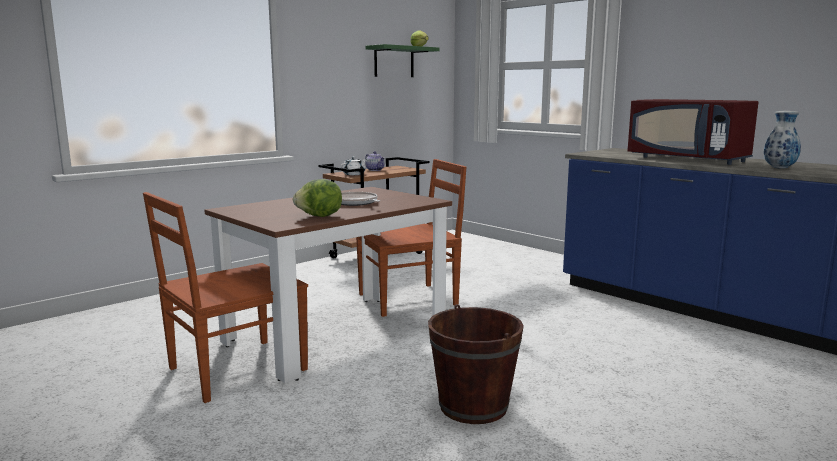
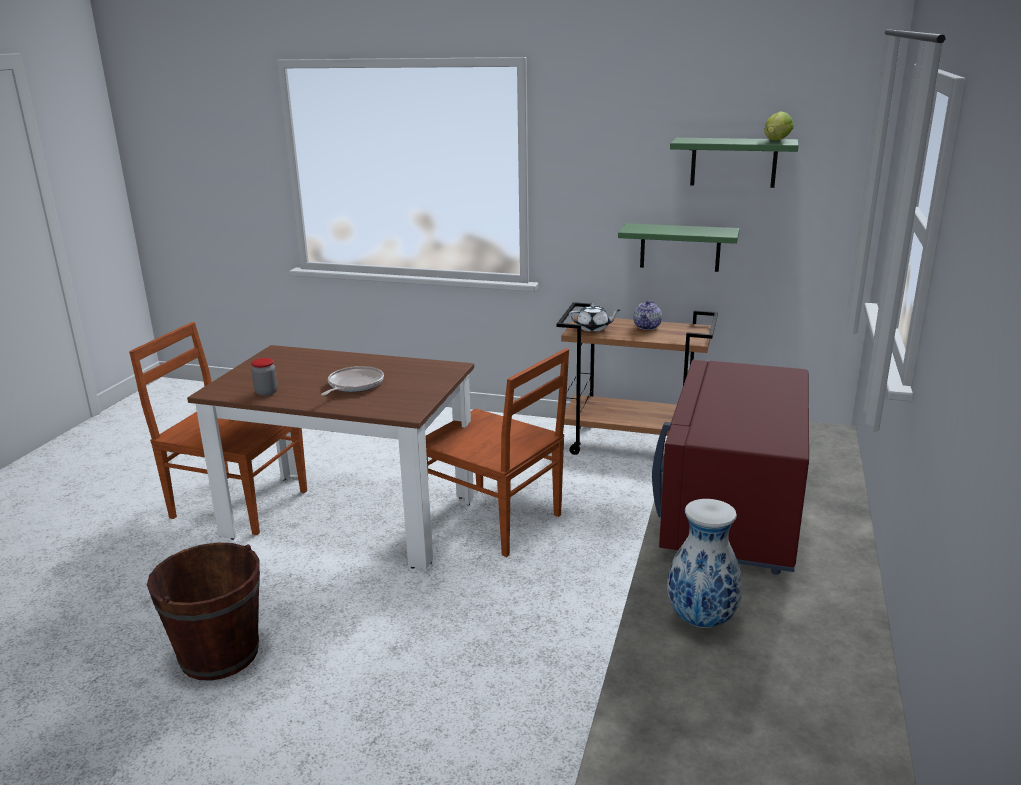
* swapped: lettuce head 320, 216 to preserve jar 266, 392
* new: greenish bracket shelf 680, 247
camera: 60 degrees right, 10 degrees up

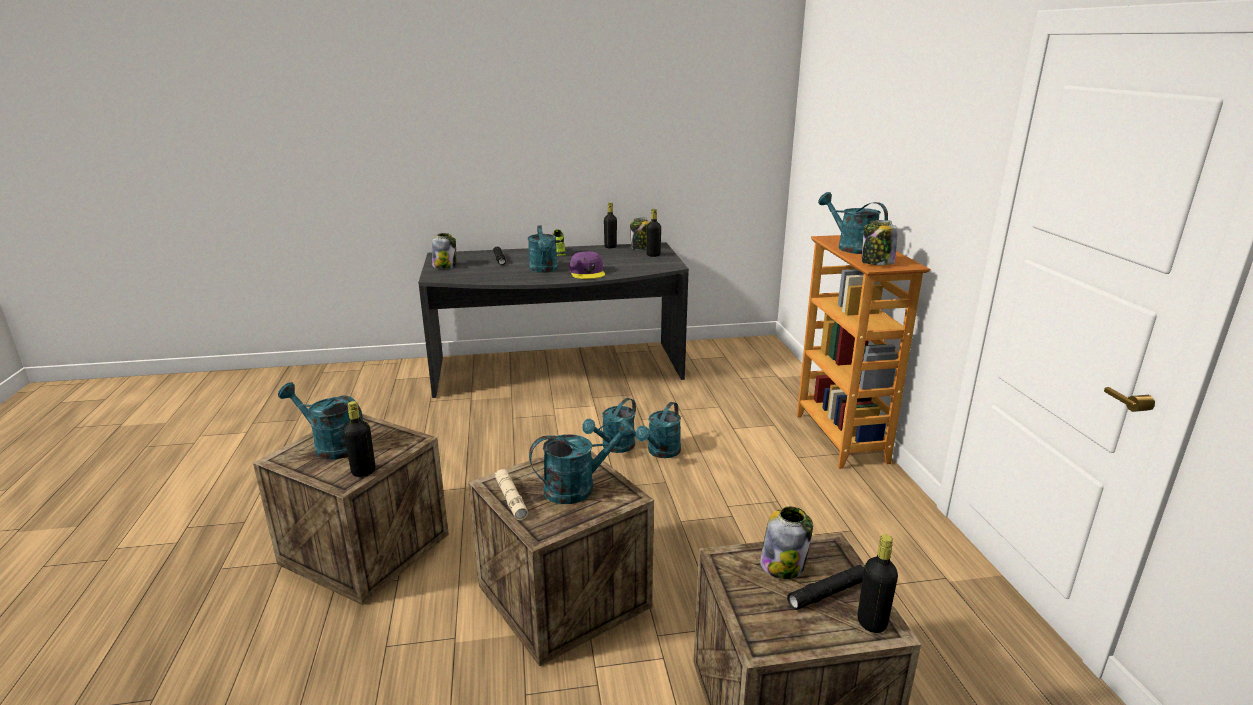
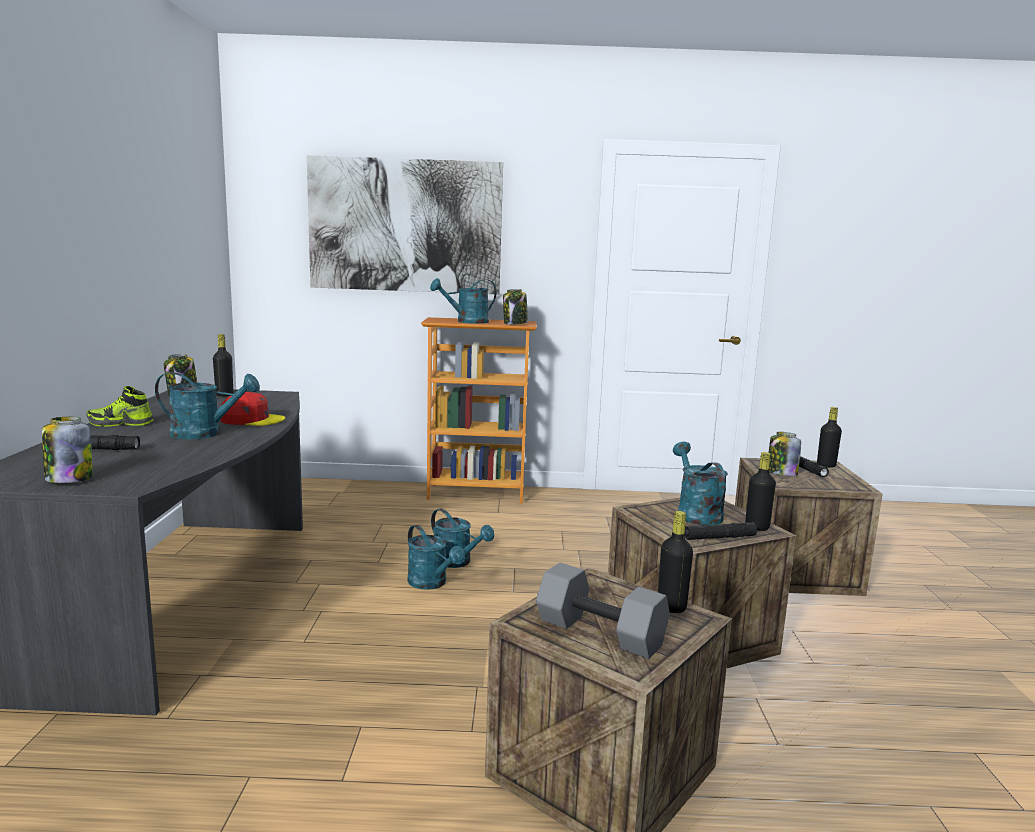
* swapped: turquoise-coloured sprinkling can 331, 446 to gray hand weight 602, 632
* repainted: beige-coloured hand torch 511, 499 to black-coloured hand torch 718, 537
* repainted: purple-coloured cap 587, 272 to red cap 252, 419
* shifted: black-coloured drink bottle 610, 247 to 757, 527
* new: wall picture 405, 226
camera: 80 degrees left, 10 degrees down

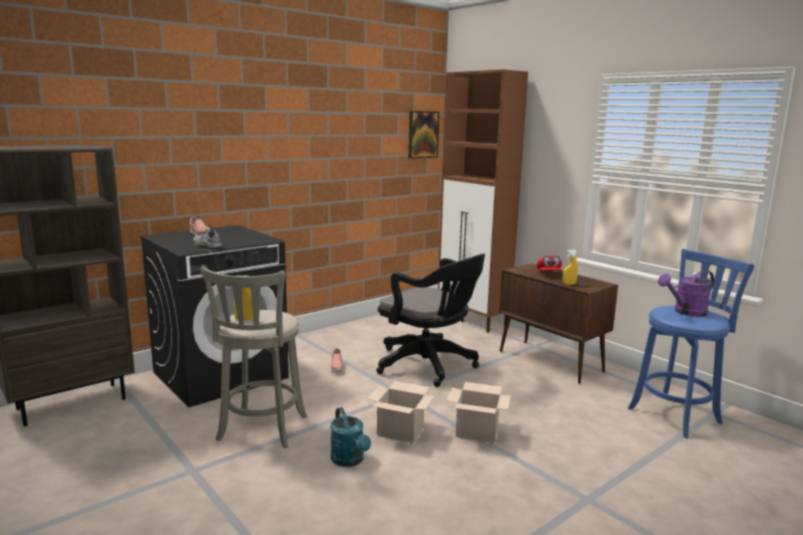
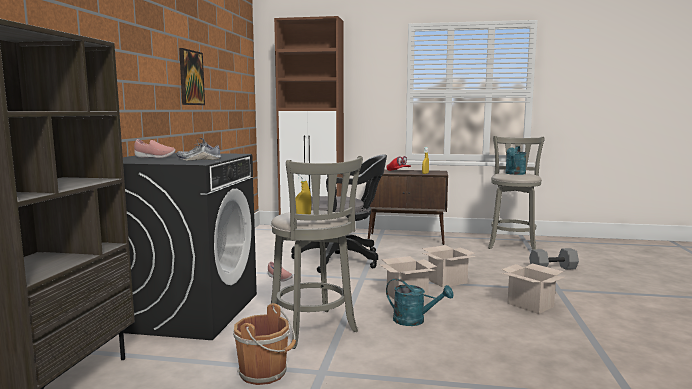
* shifted: wall picture 423, 134 to 191, 78
* repainted: blue-coloured stool 677, 414 to gray stool 512, 245
* repainted: purple-coloured sprinkling can 686, 312 to turquoise-coloured sprinkling can 514, 174
* new: brown-coloured water bucket 265, 373
* new: packing box 531, 305
* new: gray hand weight 553, 268
camera: 40 degrees left, 5 degrees down

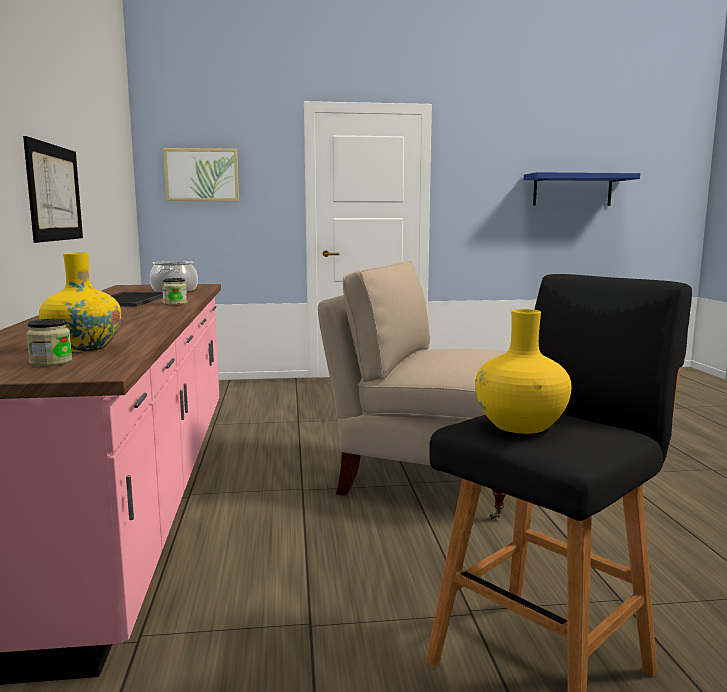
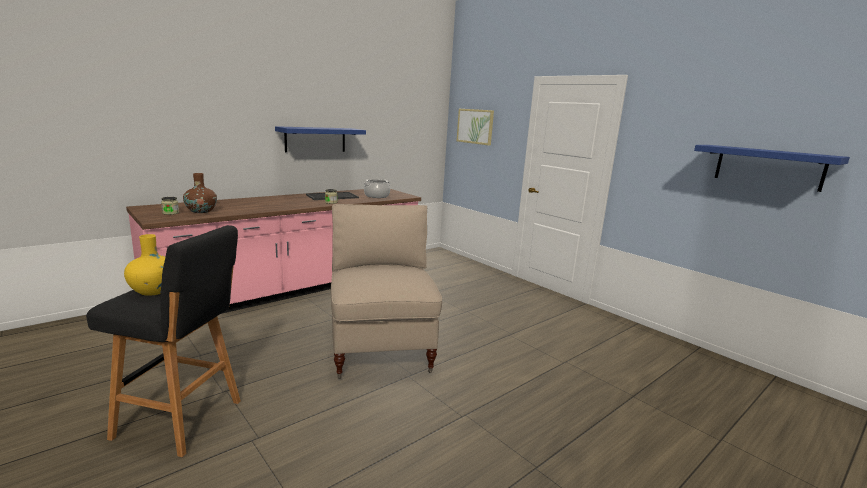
* swapped: wall picture 55, 193 to blue-coloured bracket shelf 315, 139
* repainted: yellowish decorative vase 84, 347 to brown-coloured decorative vase 201, 211
camera: 55 degrees right, 5 degrees up

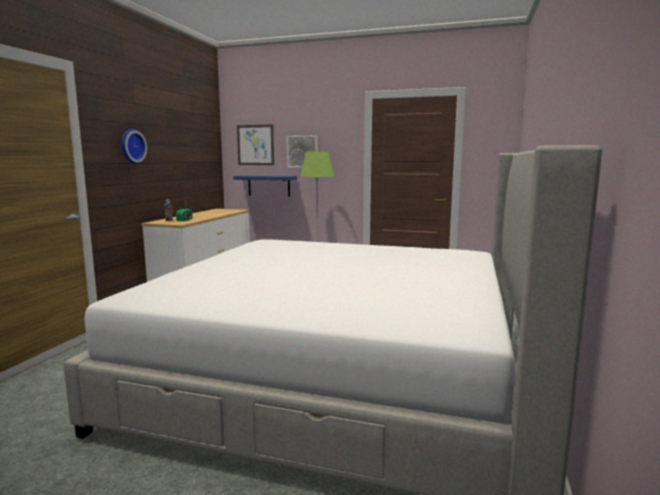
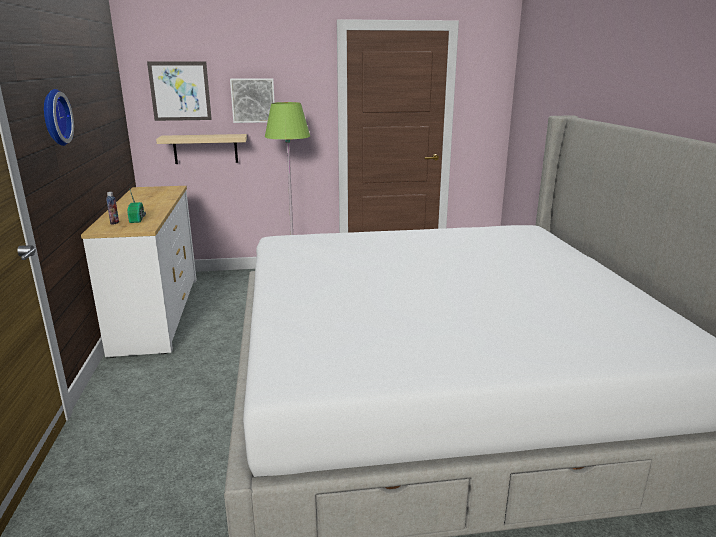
* repainted: blue-coloured bracket shelf 269, 186 to beige-coloured bracket shelf 205, 149
camera: 25 degrees left, 10 degrees up

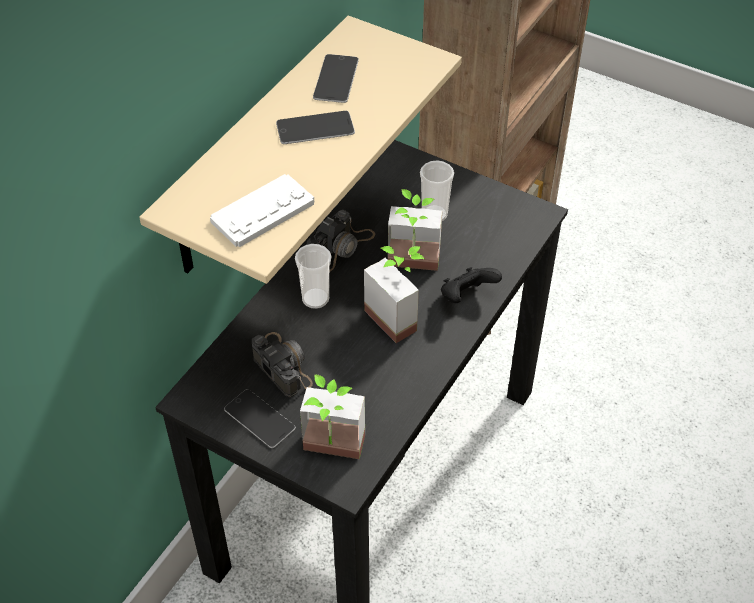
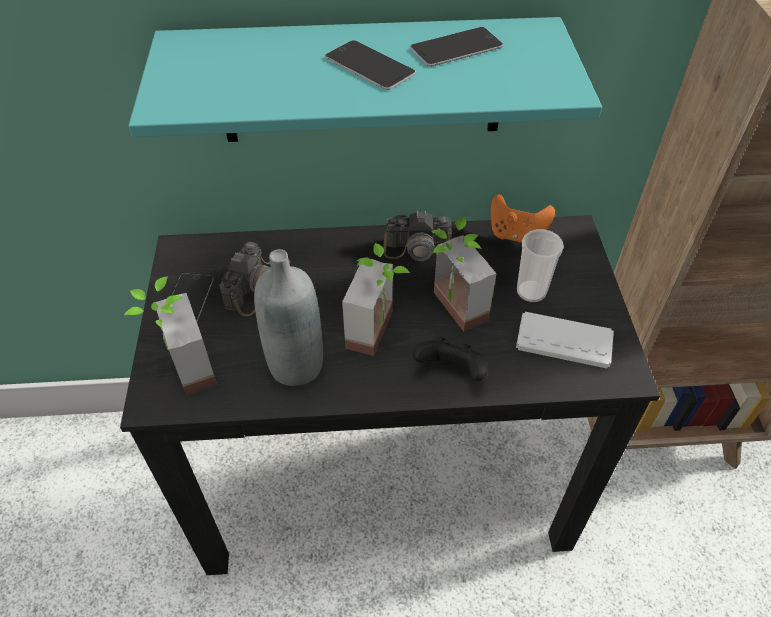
* repainted: beige-coloured bracket shelf 257, 150 to turquoise-coloured bracket shelf 362, 82
* shifted: white-coloured gamepad 263, 212 to 564, 341
* gone: small cup 315, 299
* new: gray drink bottle 296, 365
* new: orangey gamepad 516, 235
camera: 55 degrees right, 0 degrees up

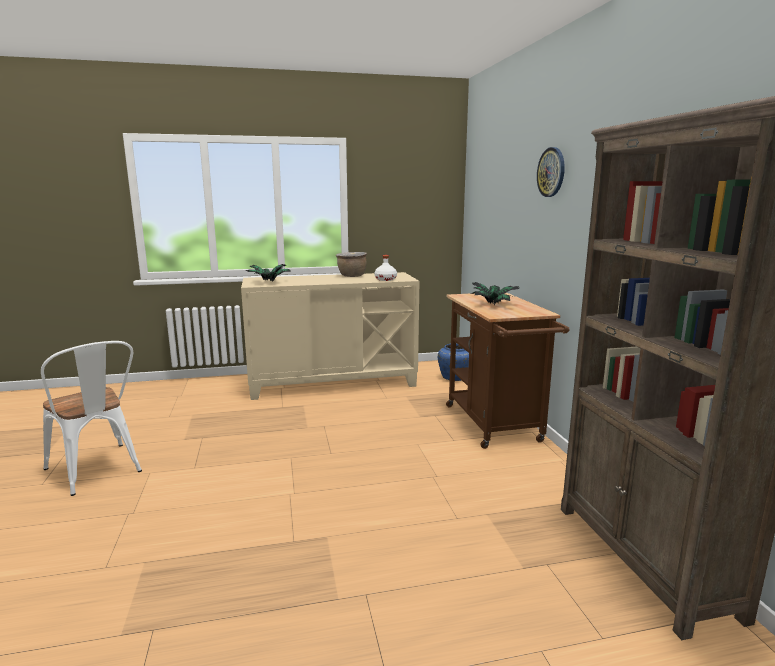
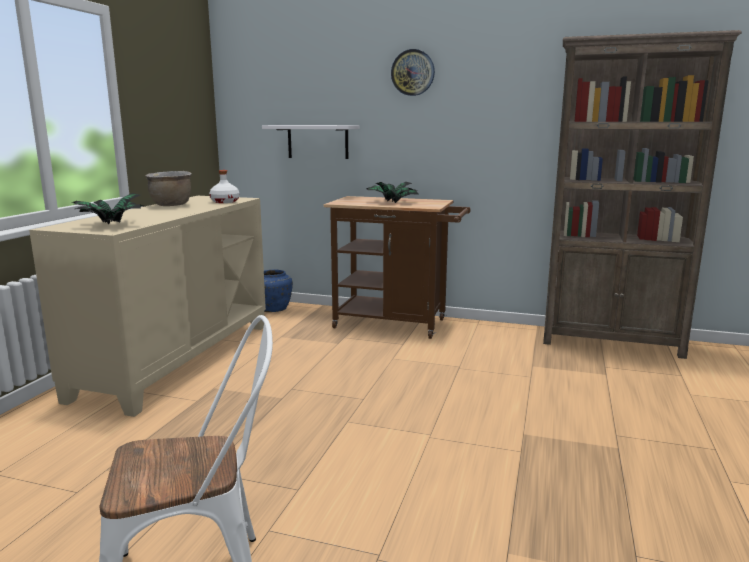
* new: white-coloured bracket shelf 318, 141
camera: 60 degrees left, 0 degrees up

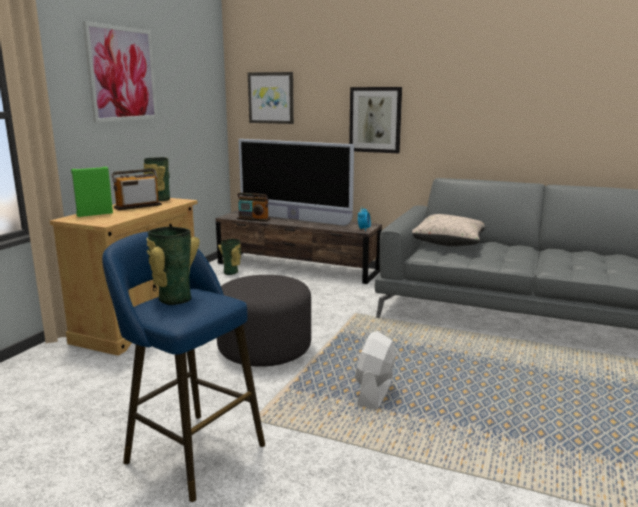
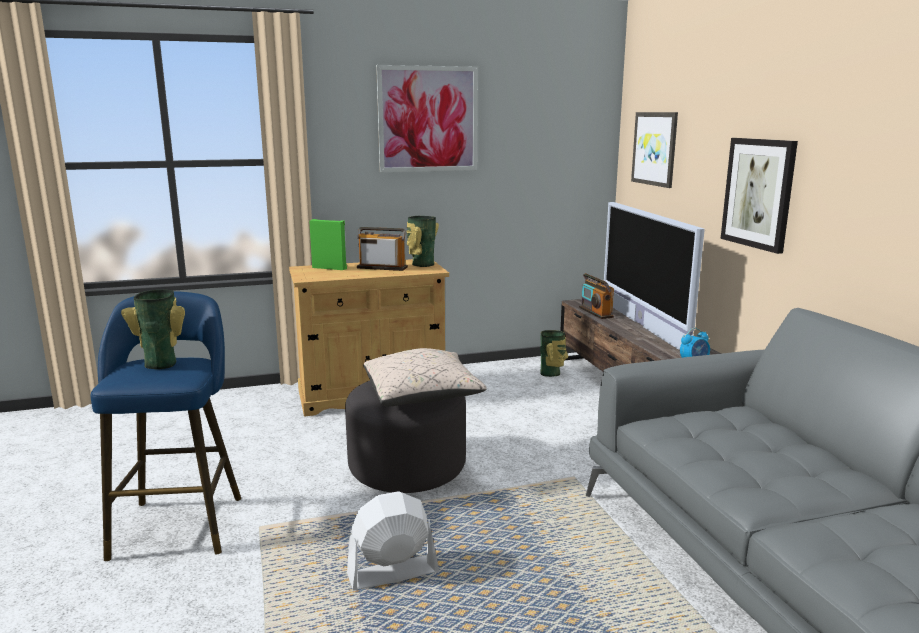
* shifted: beige-coloured pillow 449, 242 to 422, 396
camera: 50 degrees right, 0 degrees up

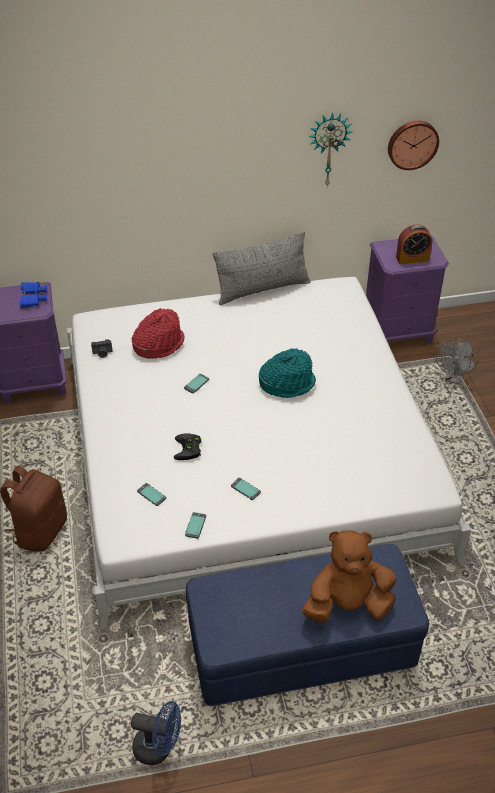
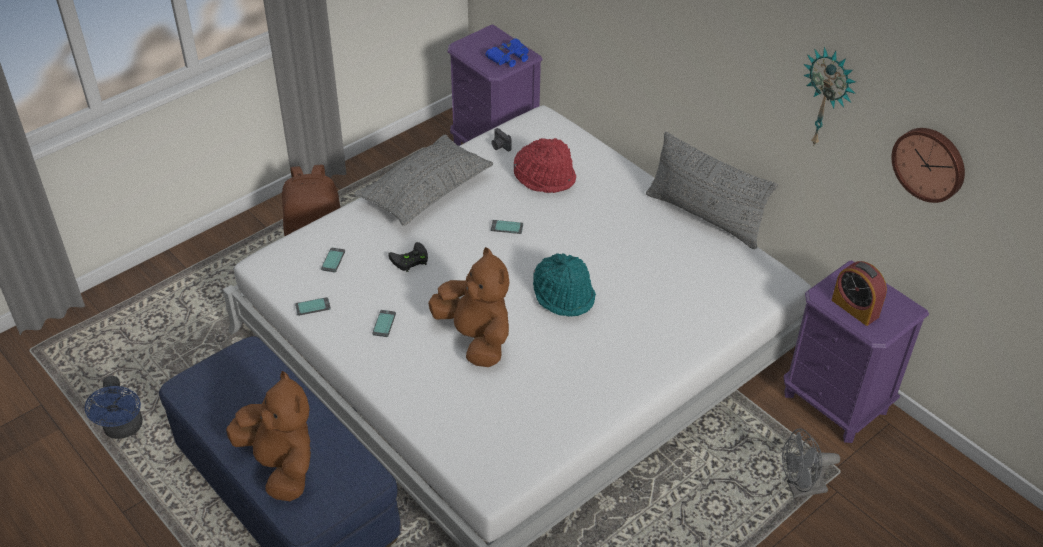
* new: gray pillow 425, 191
* new: brown-coloured plush toy 476, 338
camera: 60 degrees right, 0 degrees up

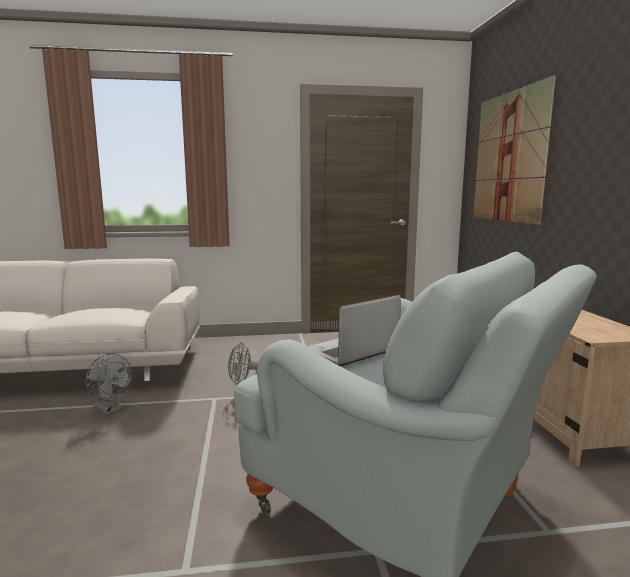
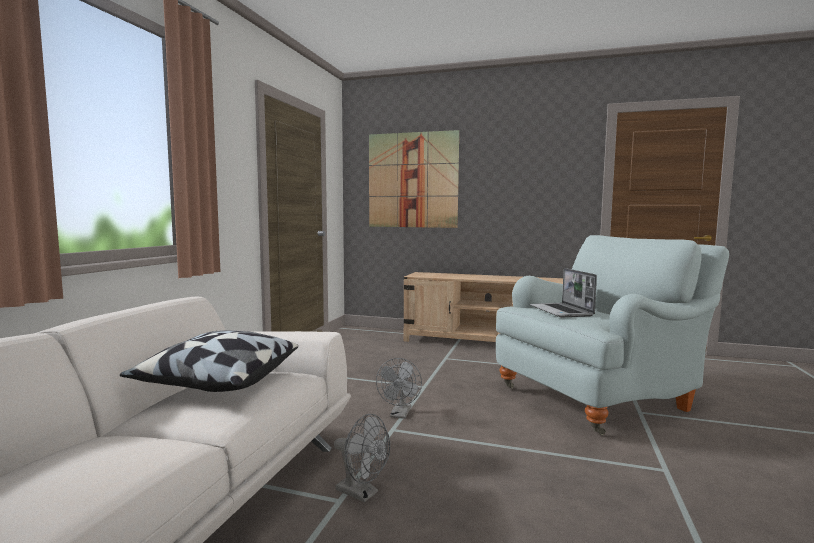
* rotated: gray electric fan 110, 409 = 362, 493 60 degrees clockwise
* new: pillow 218, 382
camera: 65 degrees left, 5 degrees down

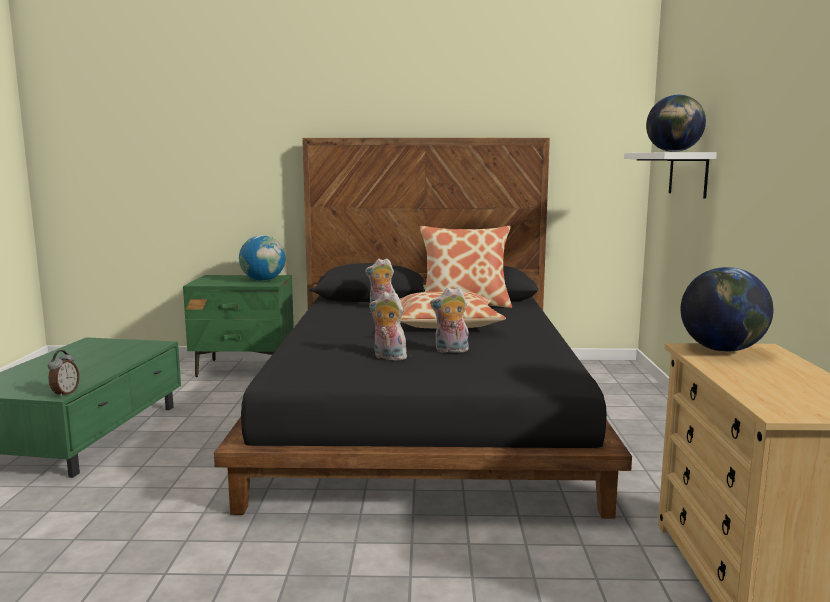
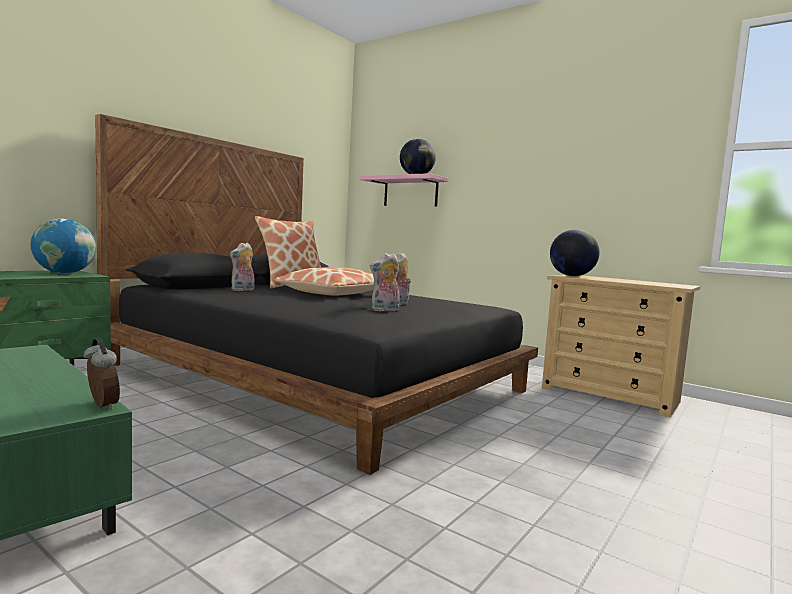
* repainted: white-coloured bracket shelf 688, 174 to pink-coloured bracket shelf 410, 192
camera: 55 degrees left, 5 degrees down

